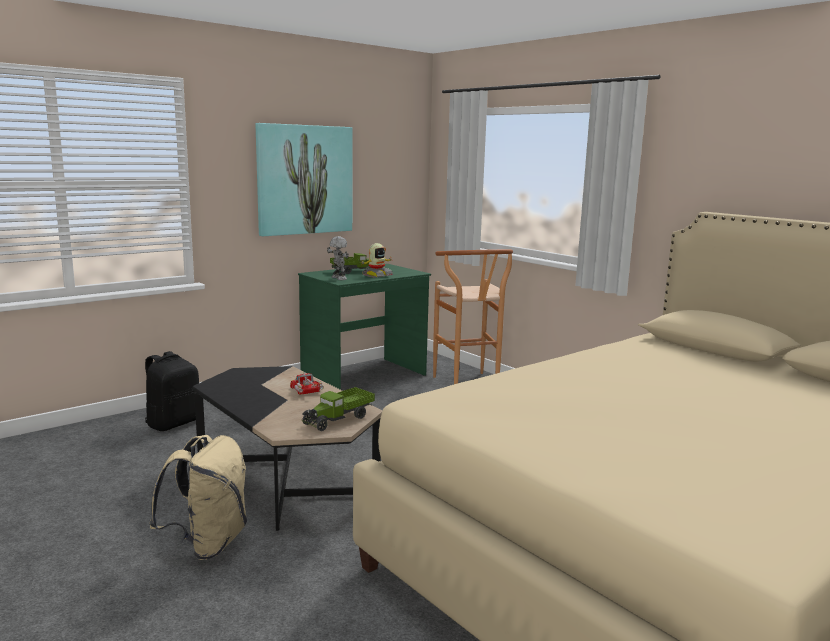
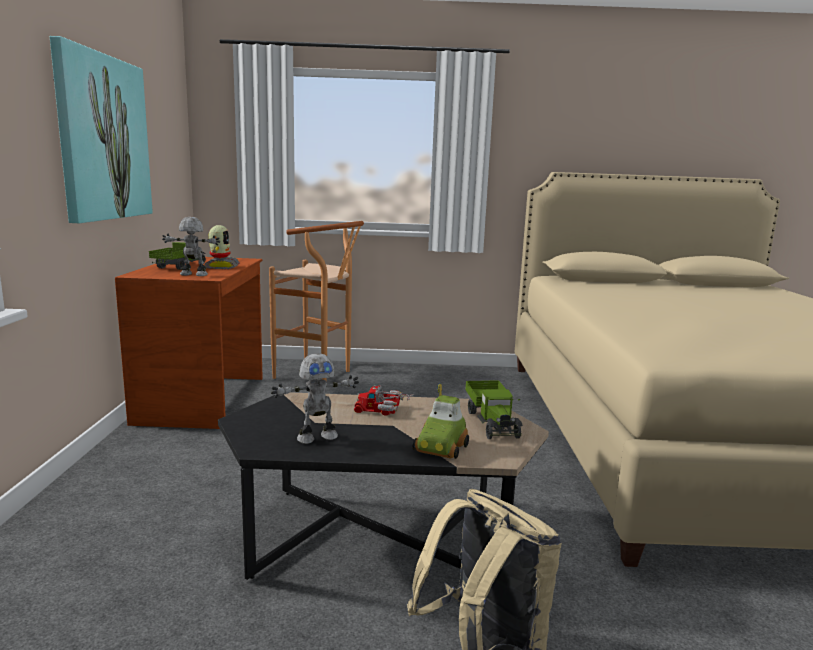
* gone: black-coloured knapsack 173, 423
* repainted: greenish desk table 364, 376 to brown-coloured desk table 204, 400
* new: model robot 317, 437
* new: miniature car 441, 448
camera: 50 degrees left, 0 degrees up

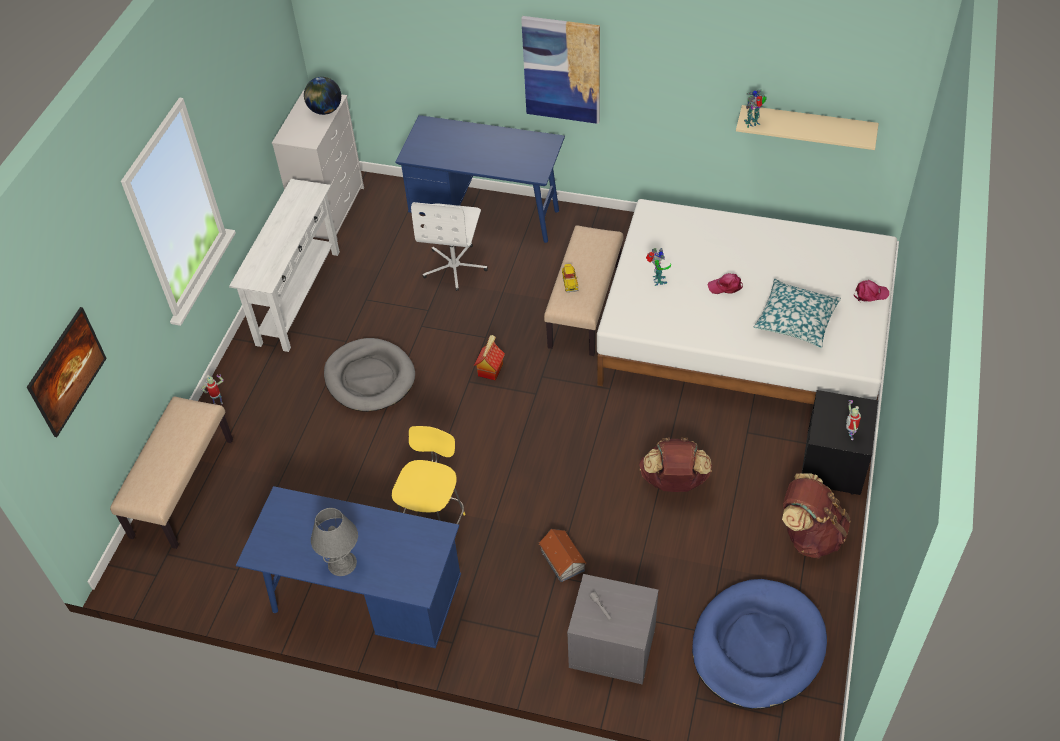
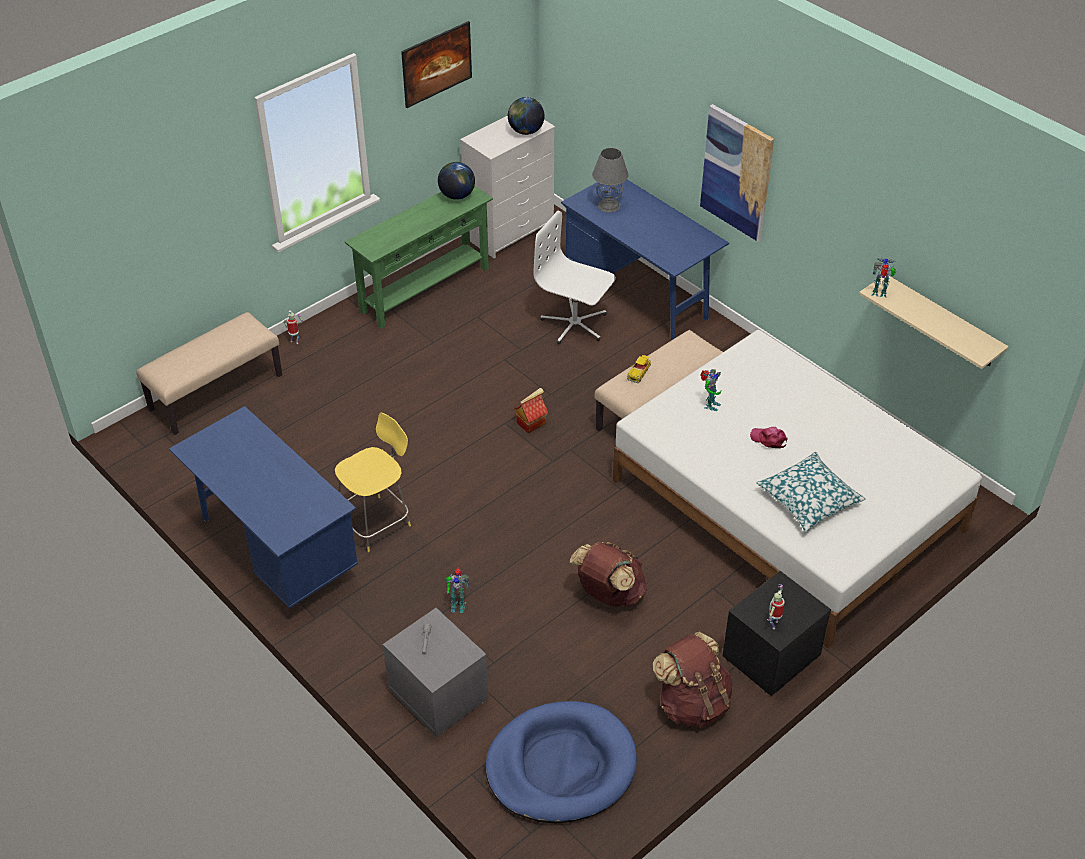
* shifted: wall picture 73, 384 to 437, 78
* repainted: white-coloured narrow table 298, 297 to greenish narrow table 424, 289
* shifted: gray tabletop lamp 342, 563 to 608, 205
* gone: gray pet bed 370, 378
* rotated: white-coloured computer chair 455, 266 = 574, 324 75 degrees clockwise
* swapped: toy house 562, 560 to model robot 457, 604
* gone: pink-coloured cap 870, 294
* new: globe 457, 195
camera: 30 degrees right, 5 degrees down

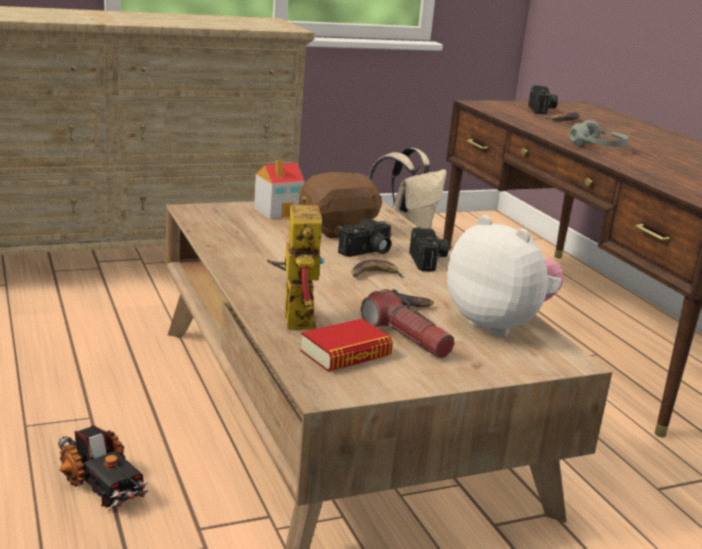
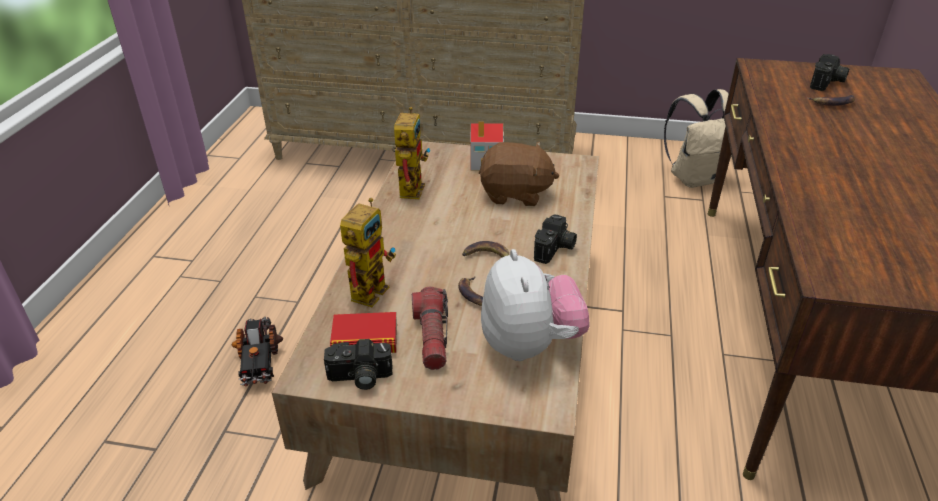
* shifted: still camera 367, 252 to 359, 377
* gone: gray headset 597, 147
* new: model robot 410, 187
camera: 35 degrees right, 15 degrees up

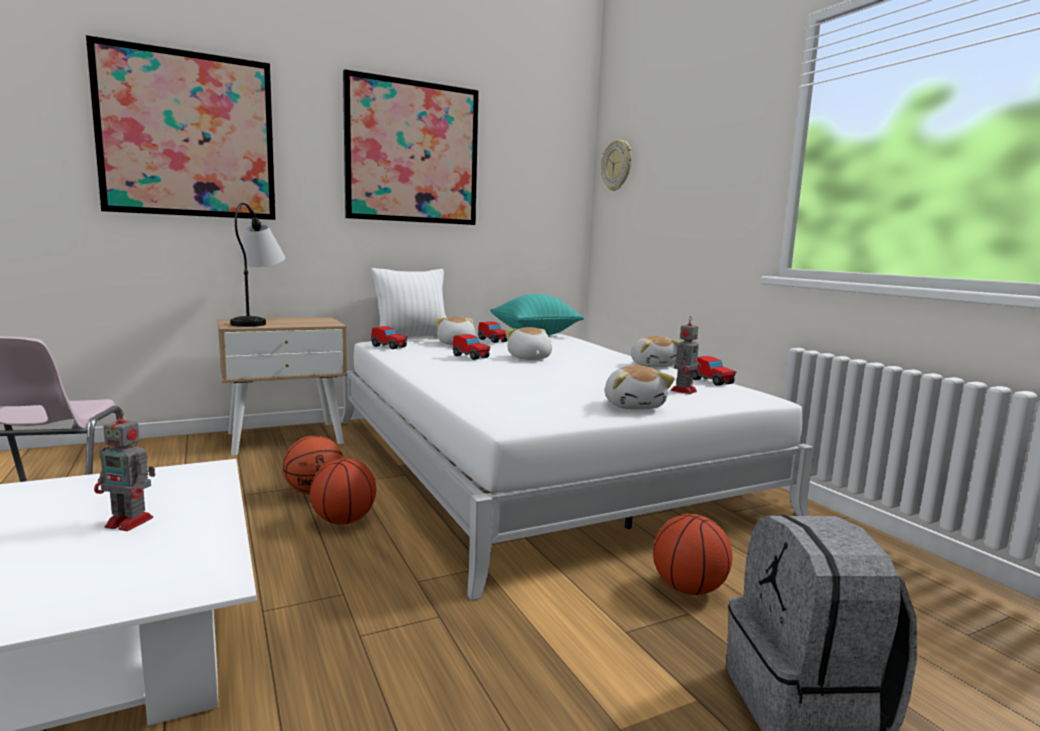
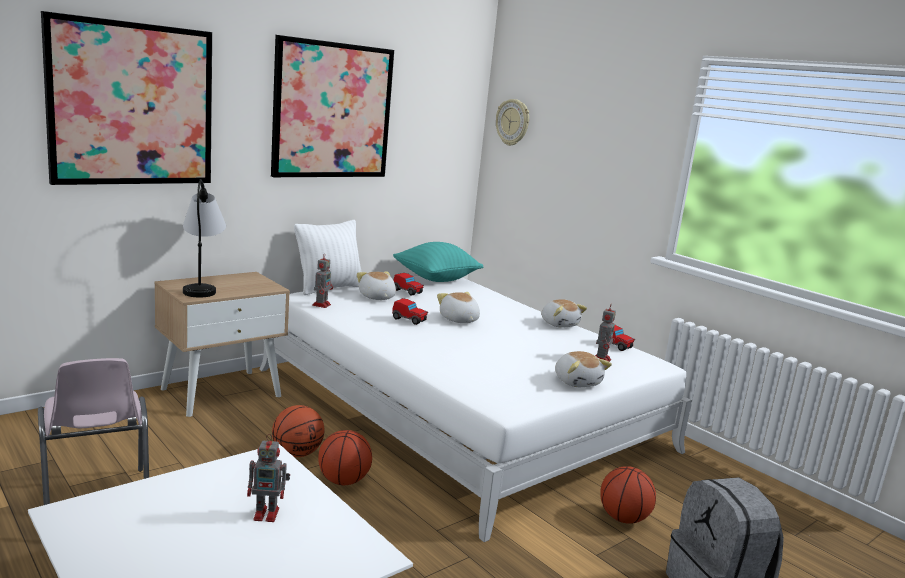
* swapped: miniature car 389, 347 to model robot 322, 304
camera: 15 degrees left, 5 degrees up

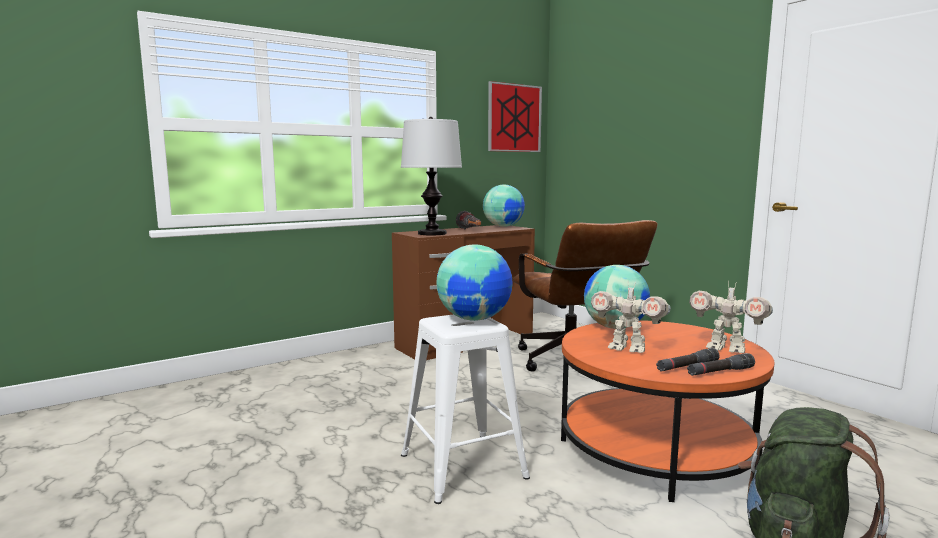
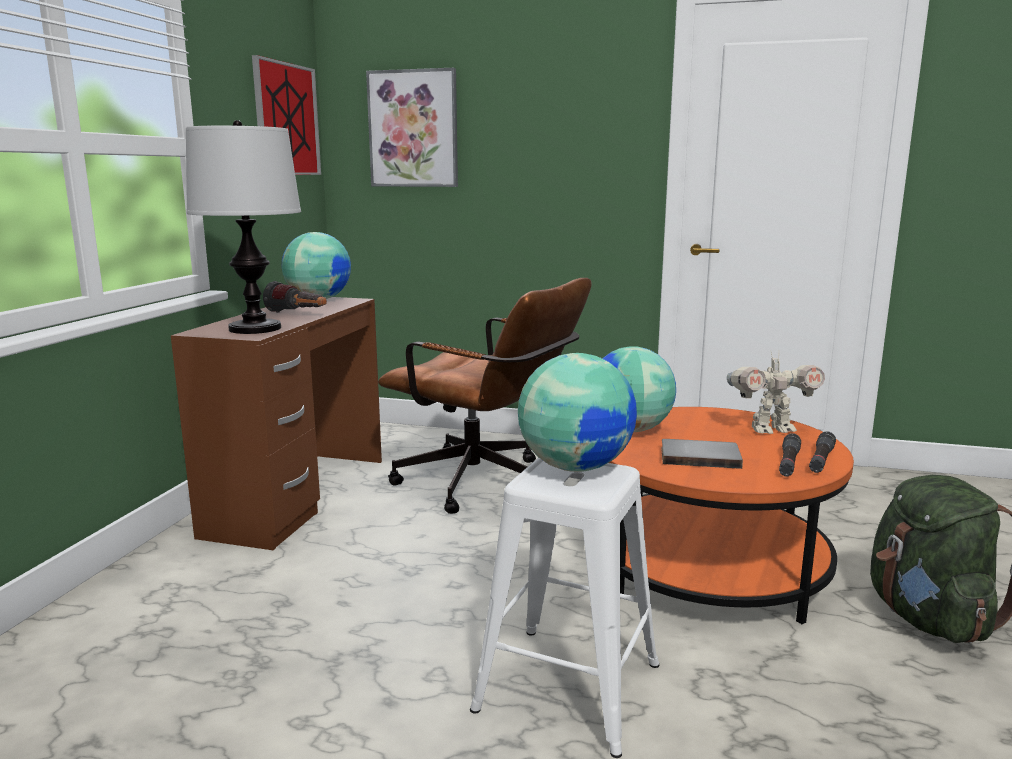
* swapped: model robot 627, 349 to gray book 699, 456
* new: wall picture 413, 129
camera: 40 degrees left, 5 degrees up

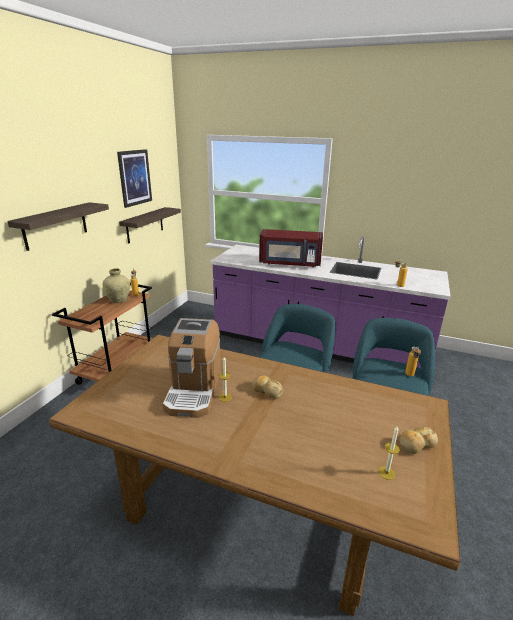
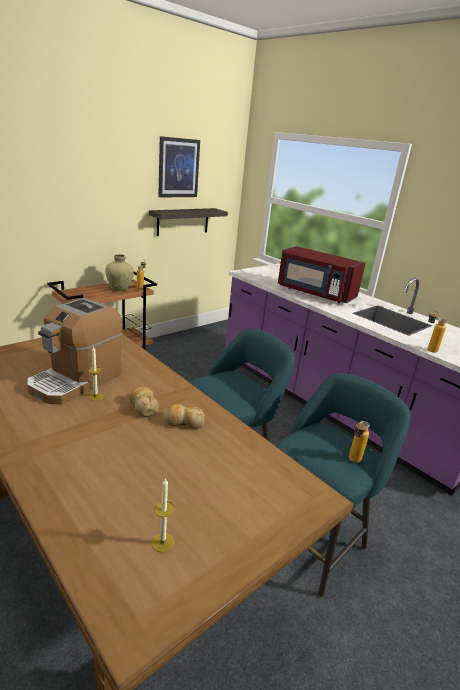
* gone: bracket shelf 55, 225
* shifted: baked bread 416, 444 to 183, 421
camera: 25 degrees right, 0 degrees up

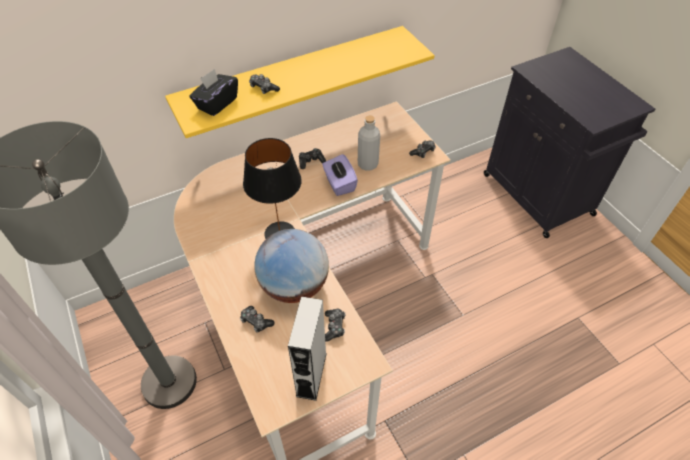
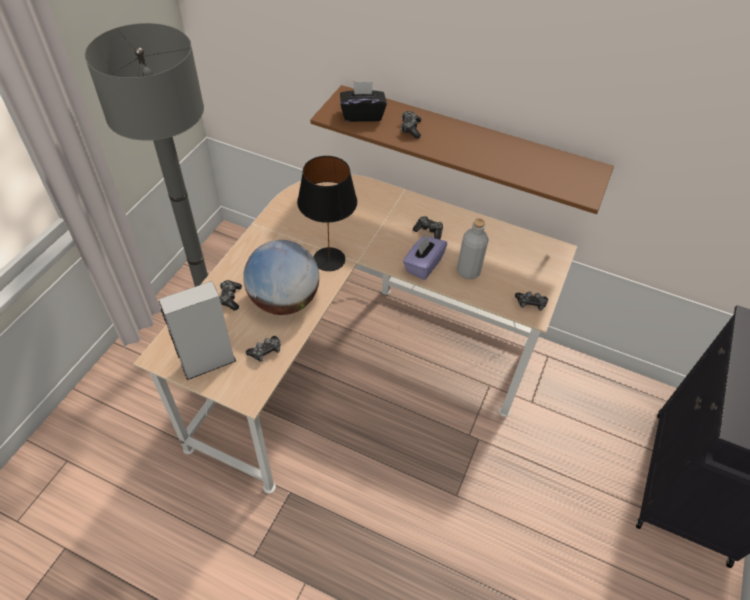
* repainted: yellowish bracket shelf 293, 79 to brown-coloured bracket shelf 466, 145
camera: 50 degrees right, 0 degrees up

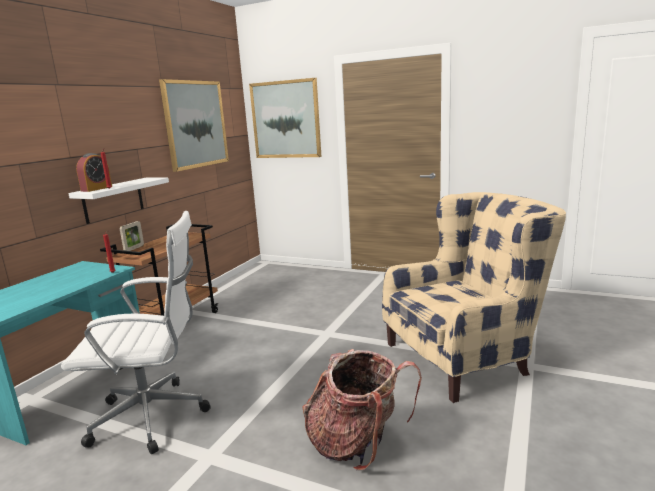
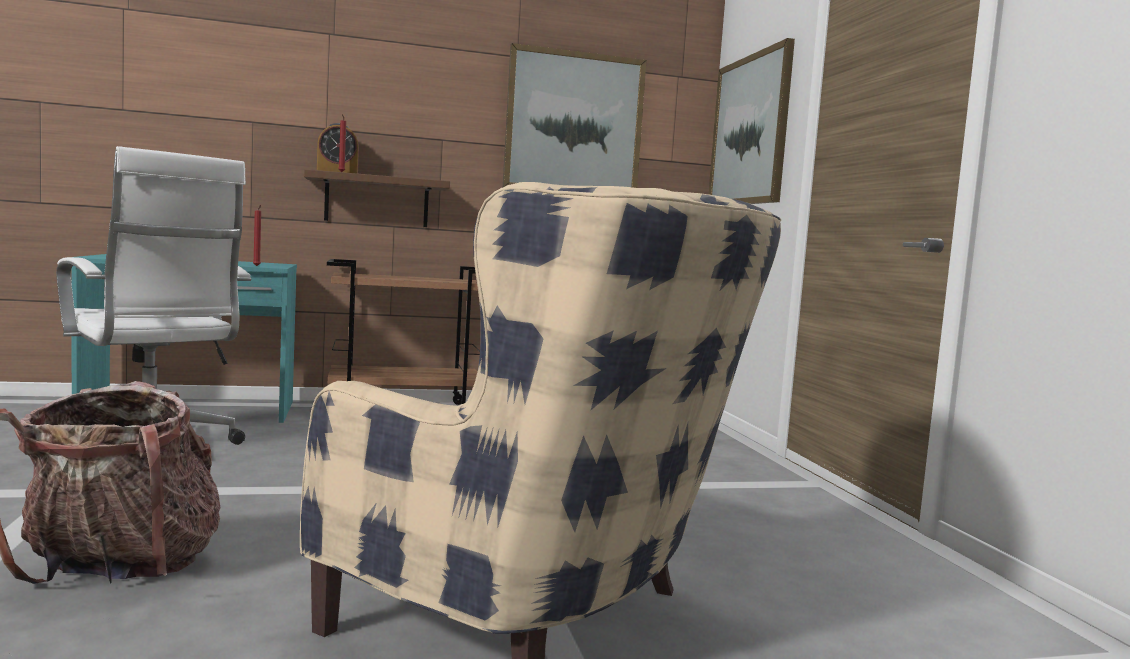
* repainted: white-coloured bracket shelf 113, 200 to brown-coloured bracket shelf 377, 201
* gone: standing frame 134, 248
camera: 50 degrees right, 10 degrees down

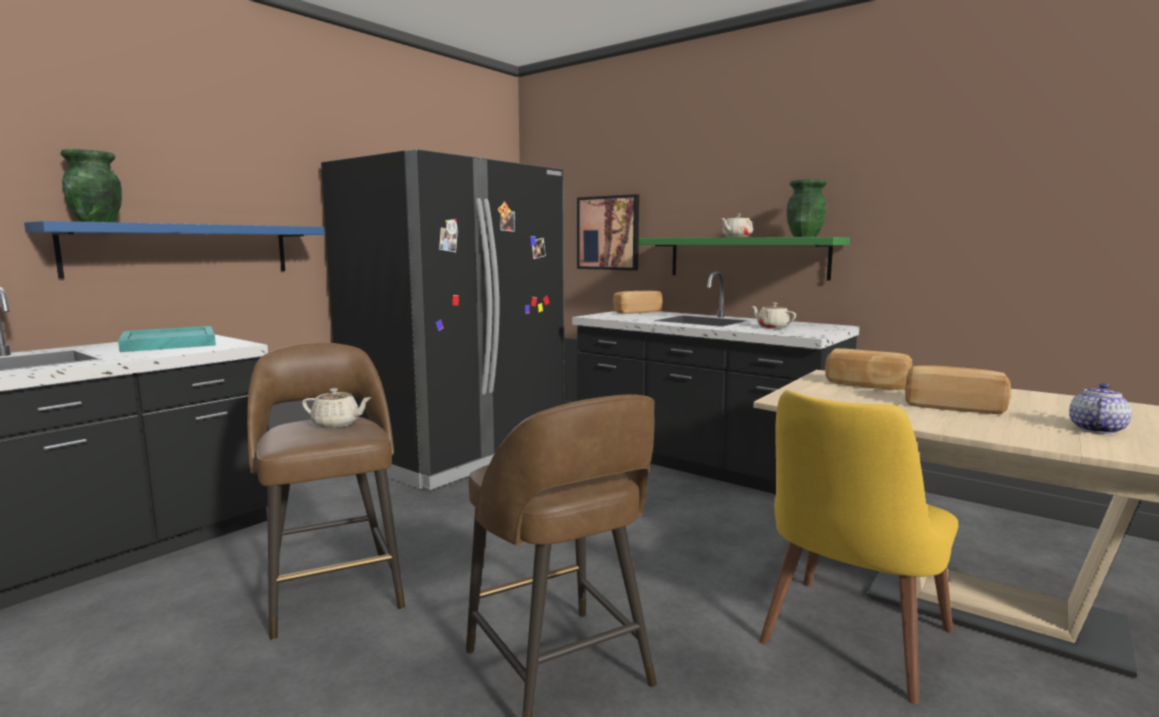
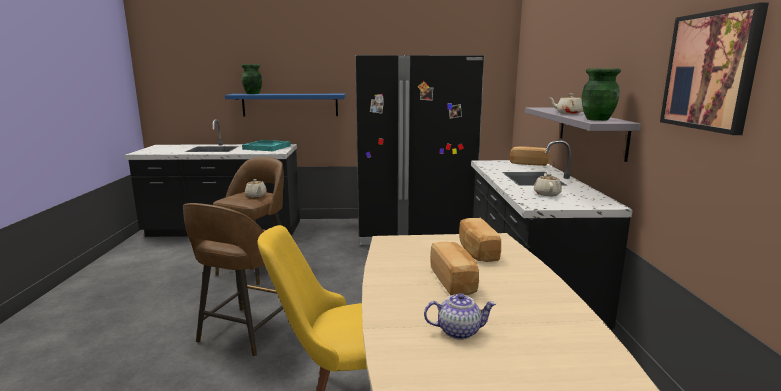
* shifted: wall picture 608, 233 to 710, 71
* repainted: greenish bracket shelf 746, 257 to gray bracket shelf 591, 131
camera: 50 degrees right, 5 degrees up

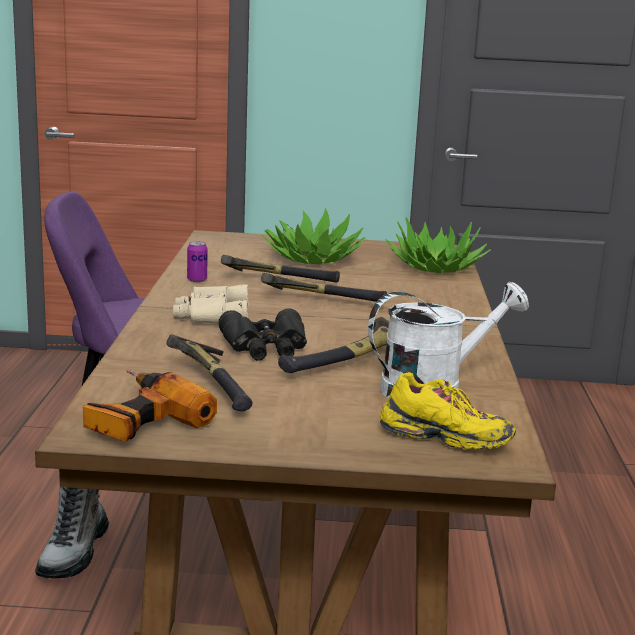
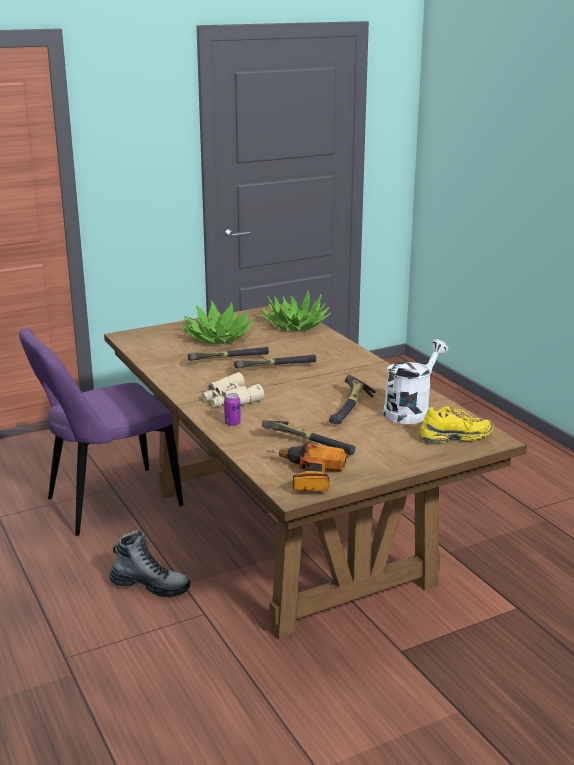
* rotated: boot 74, 553 = 150, 586 60 degrees counterclockwise
* shifted: sealed can 197, 280 to 232, 423
* gone: black-coloured pair of binoculars 266, 347
camera: 30 degrees left, 5 degrees up

